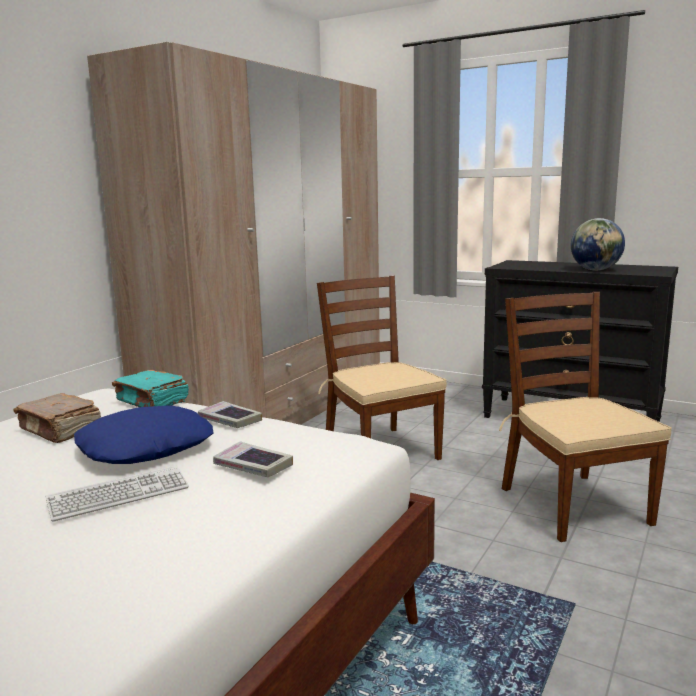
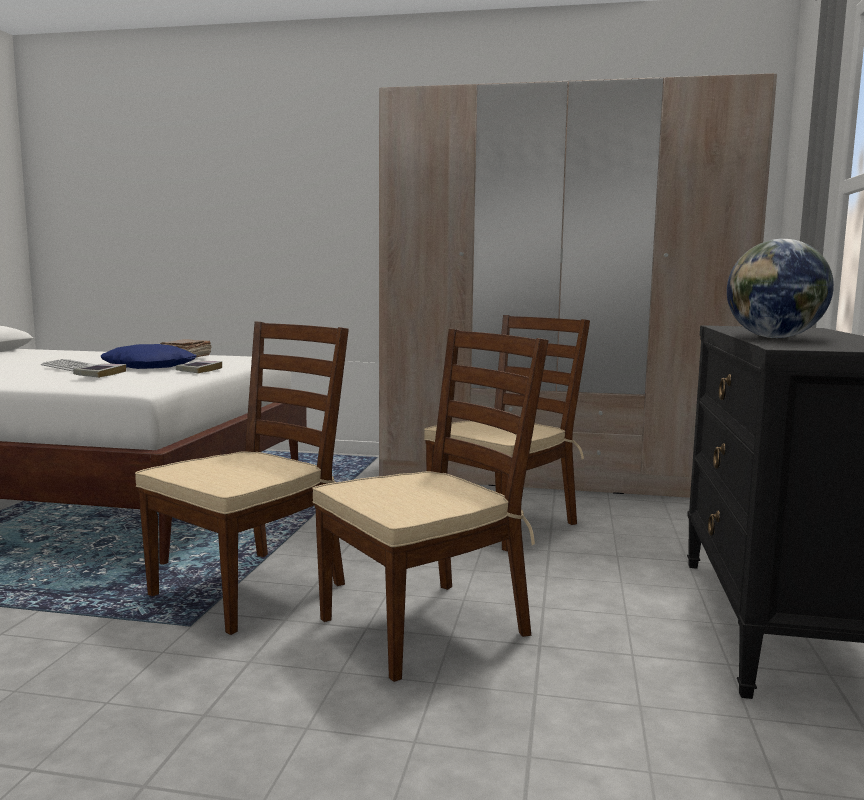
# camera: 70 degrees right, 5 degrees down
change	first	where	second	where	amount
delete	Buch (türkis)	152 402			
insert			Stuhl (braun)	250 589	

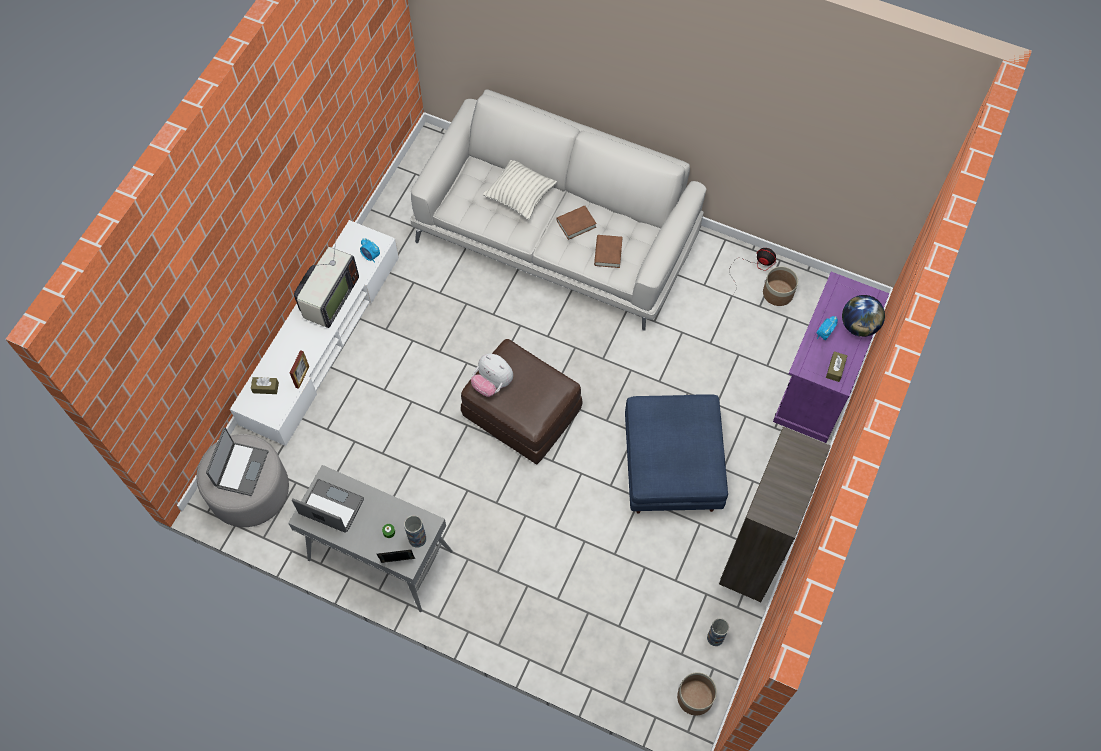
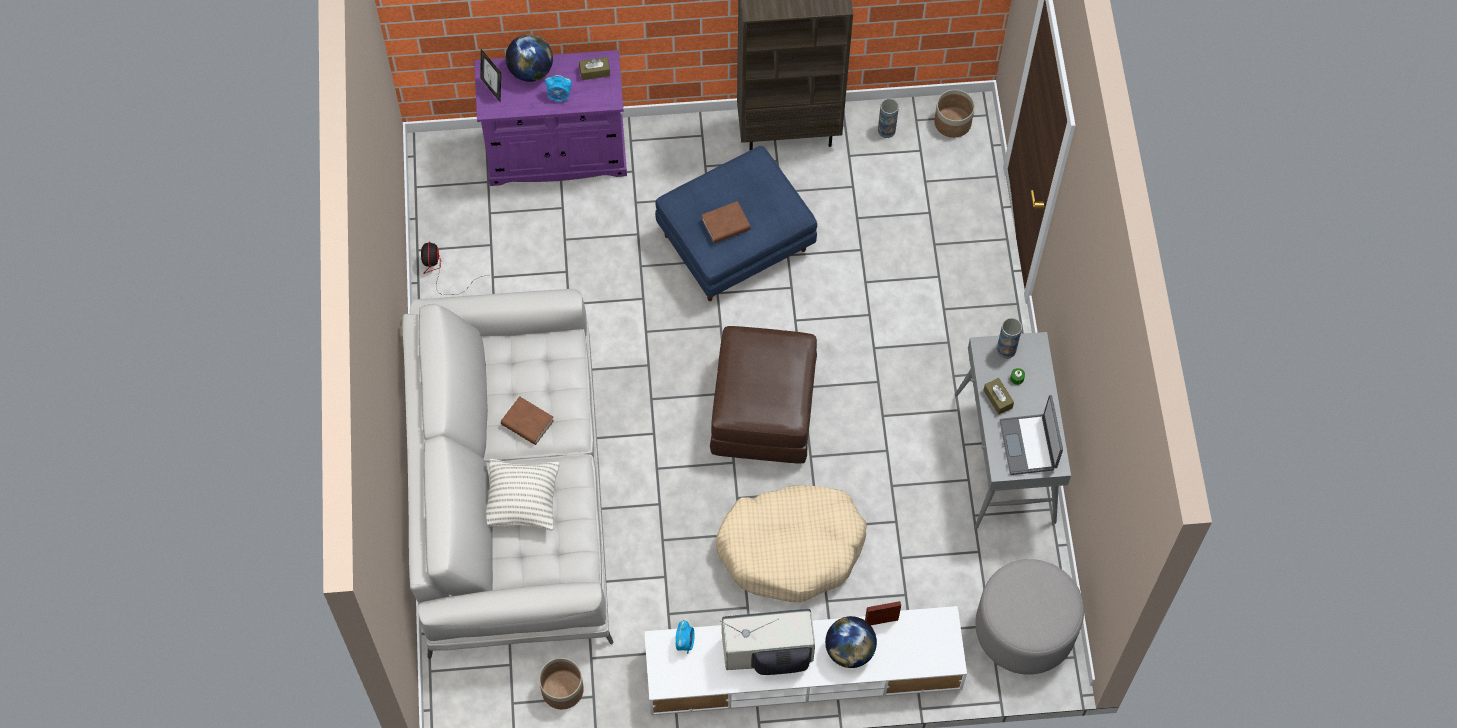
# camera: 120 degrees left, 0 degrees up
change	first	where	second	where	amount
delete	Laptop	241 469			
move	Taschentuchbox (braun)	265 388		997 399	
move	Bilderrahmen	398 563		492 88	
delete	Plüschtier	492 383			
move	Buch (braun)	608 253		725 225	
move	Pflanzkübel	778 293		562 689	
insert			Hundebett (beige)	791 548	
insert			Globus	849 650	

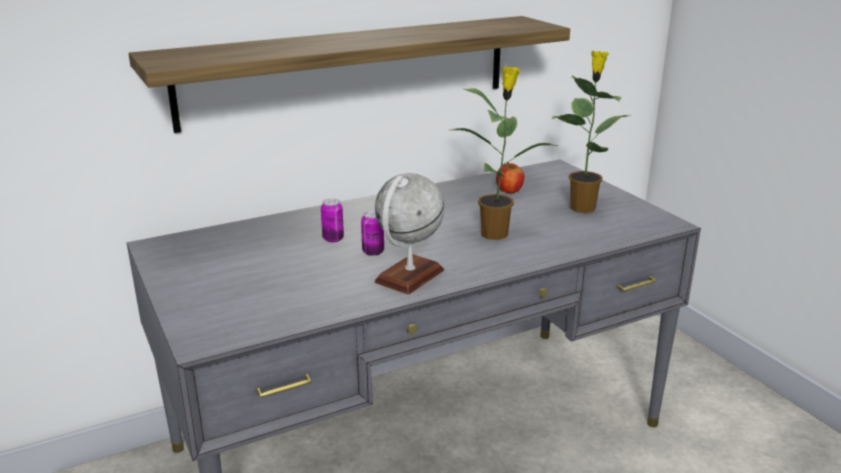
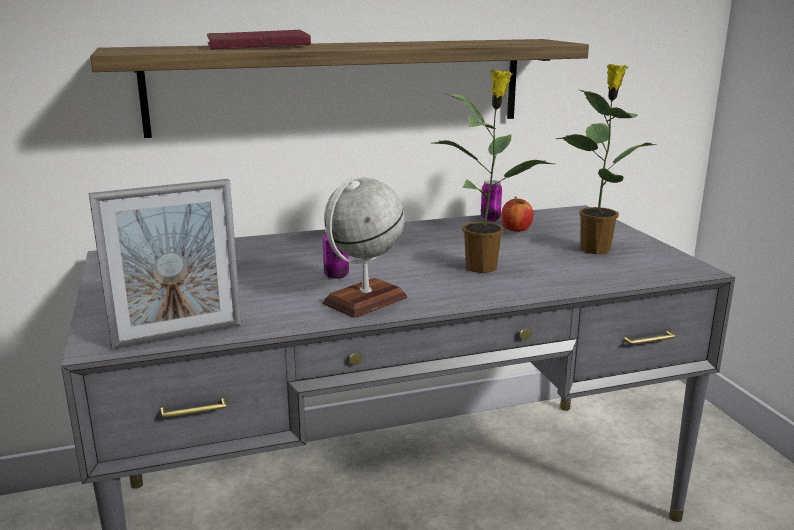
# camera: 10 degrees right, 5 degrees down
change	first	where	second	where	amount
move	Dose	333 239		490 219	
insert			Bilderrahmen	178 336	
insert			Buch (rot)	258 46	

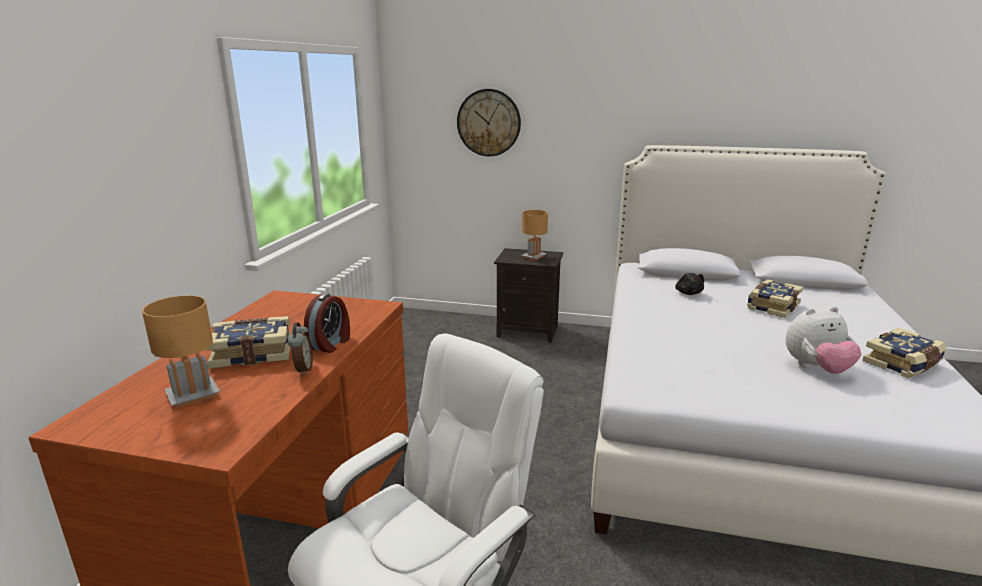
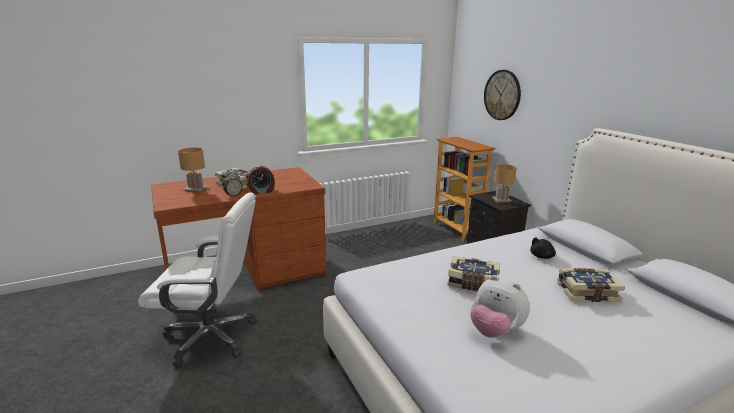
# camera: 50 degrees right, 0 degrees up
change	first	where	second	where	amount
move	Buch	903 364		472 283	
insert			Bücherregal	457 230	

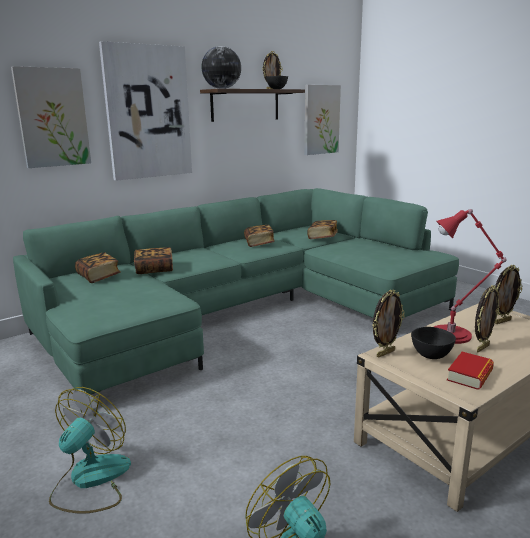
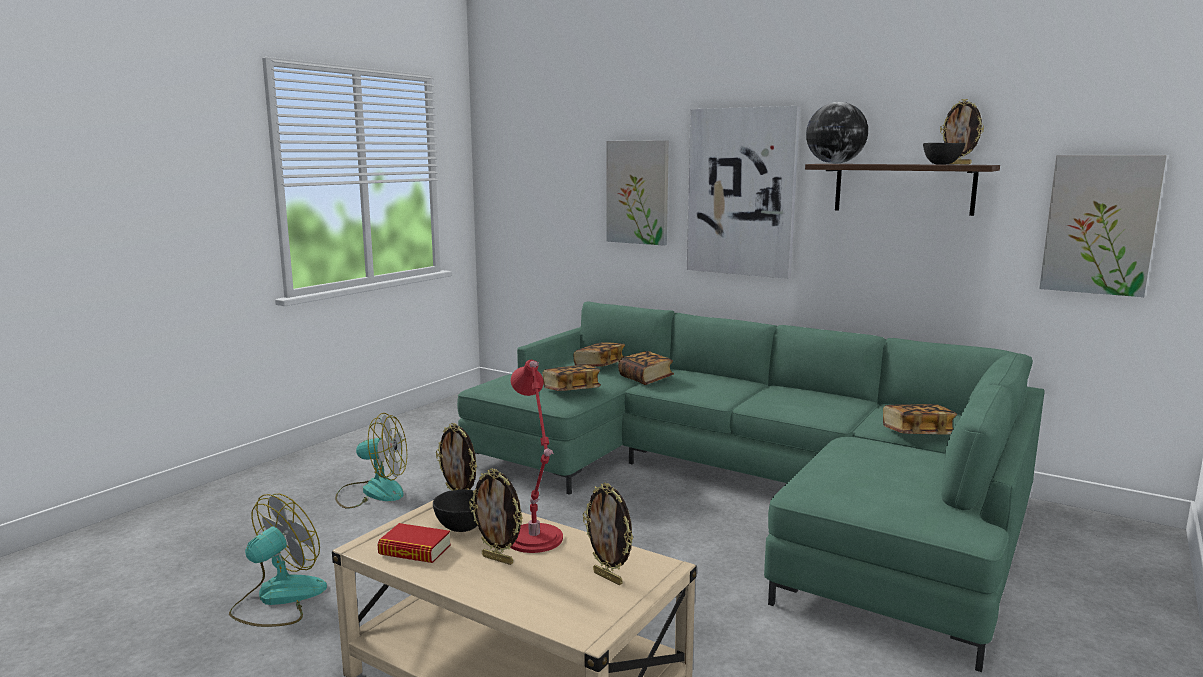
# camera: 70 degrees right, 5 degrees down
change	first	where	second	where	amount
move	Buch	259 243		571 390	

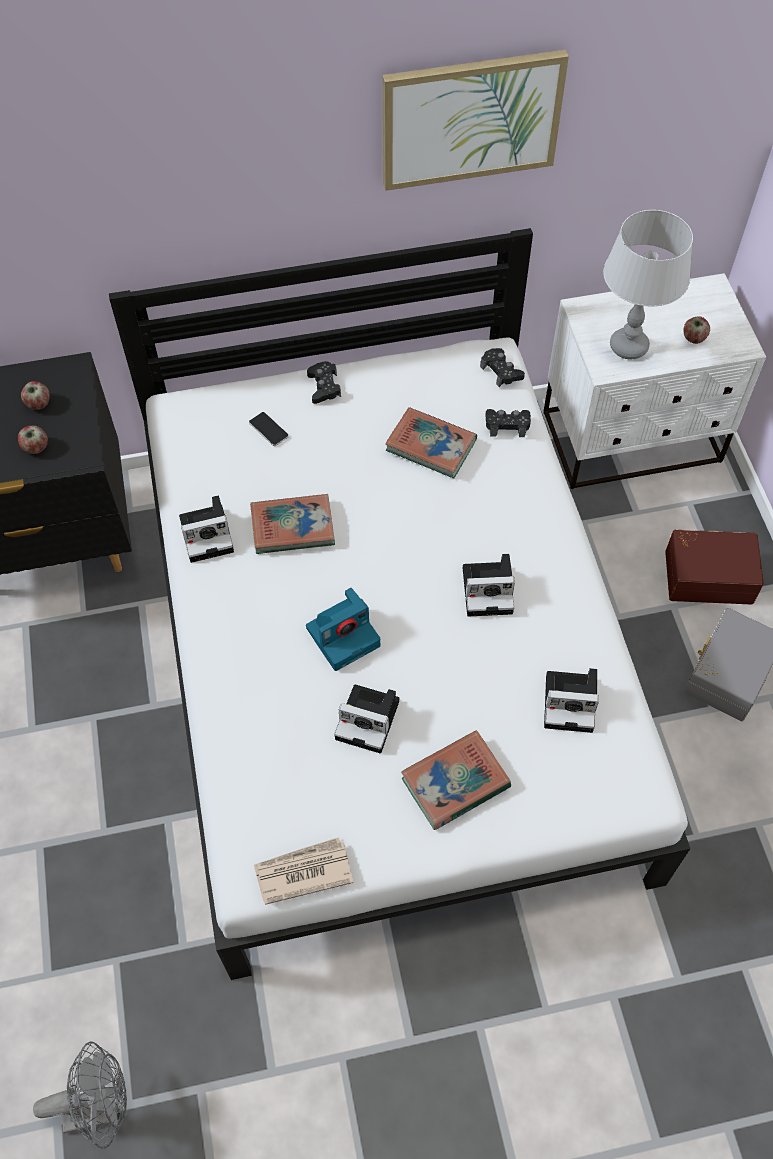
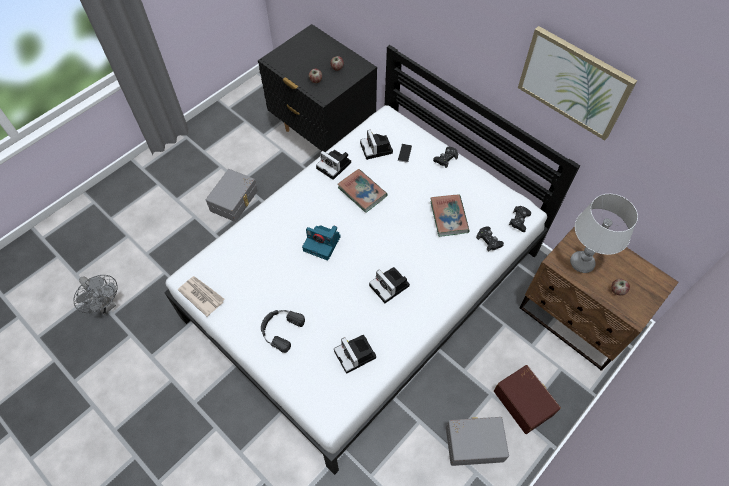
# camera: 55 degrees right, 0 degrees up
change	first	where	second	where	amount
move	Kamera	370 720		377 149	
replace	Buch	455 783	Kopfhörer (schwarz)	280 329	
recolor	Nachttisch (weiß)	633 438	Nachttisch (braun)	575 319	
insert			Aufbewahrungsbox (grau)	235 201	

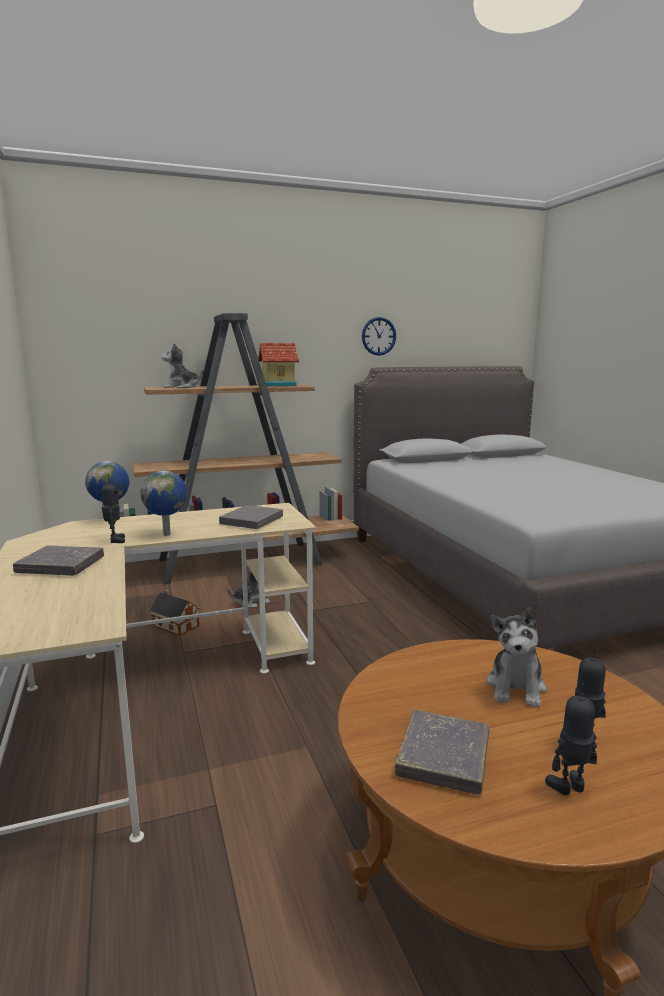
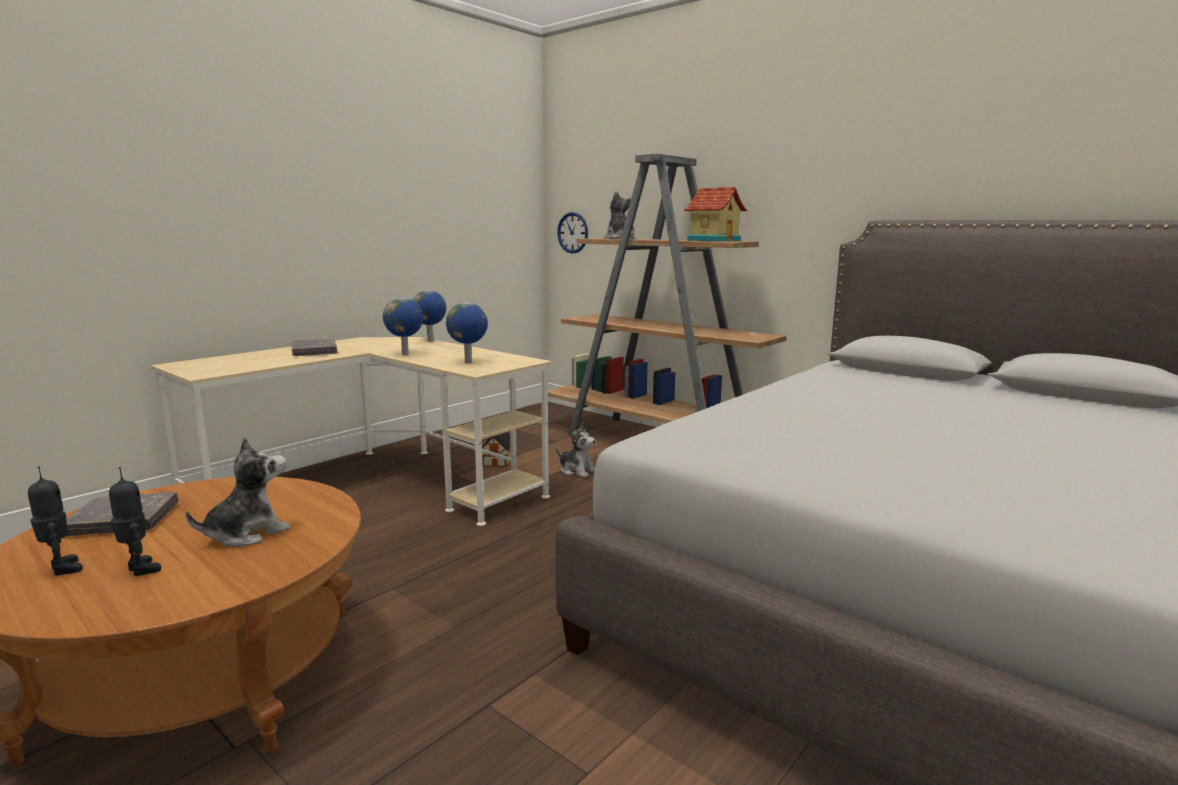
# camera: 60 degrees right, 0 degrees up
change	first	where	second	where	amount
delete	Spielzeugroboter	115 540			
replace	Buch (grau)	252 521	Globus	468 362	
move	Wanduhr	378 336		572 232	
rotate	Plüschtier	516 687		247 533	150 degrees clockwise

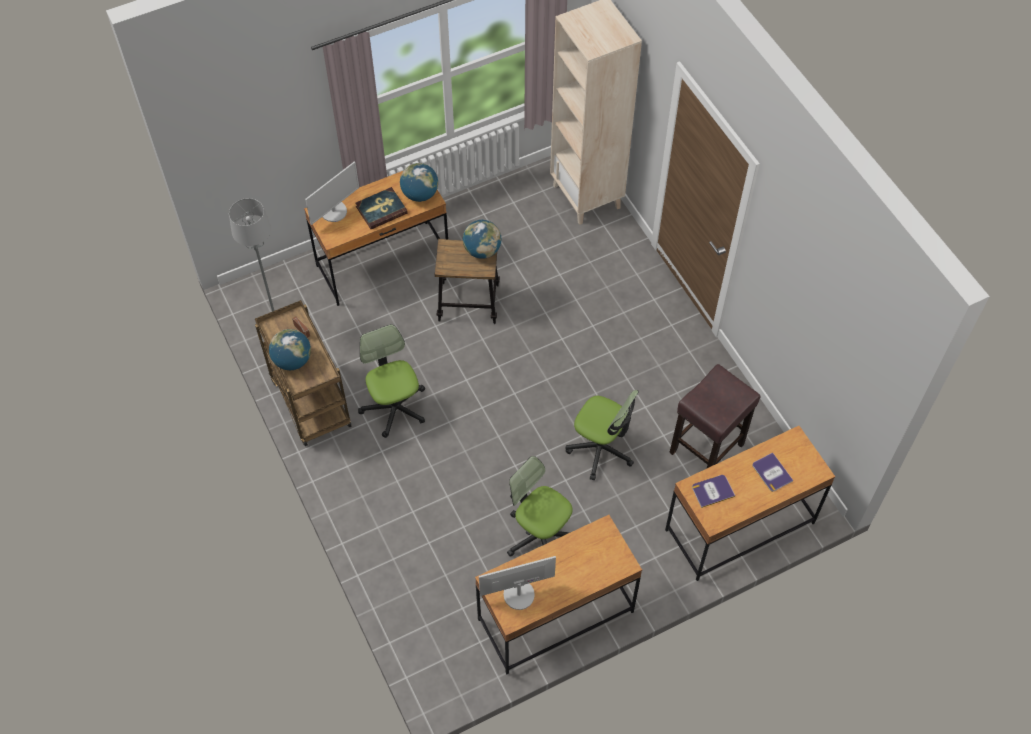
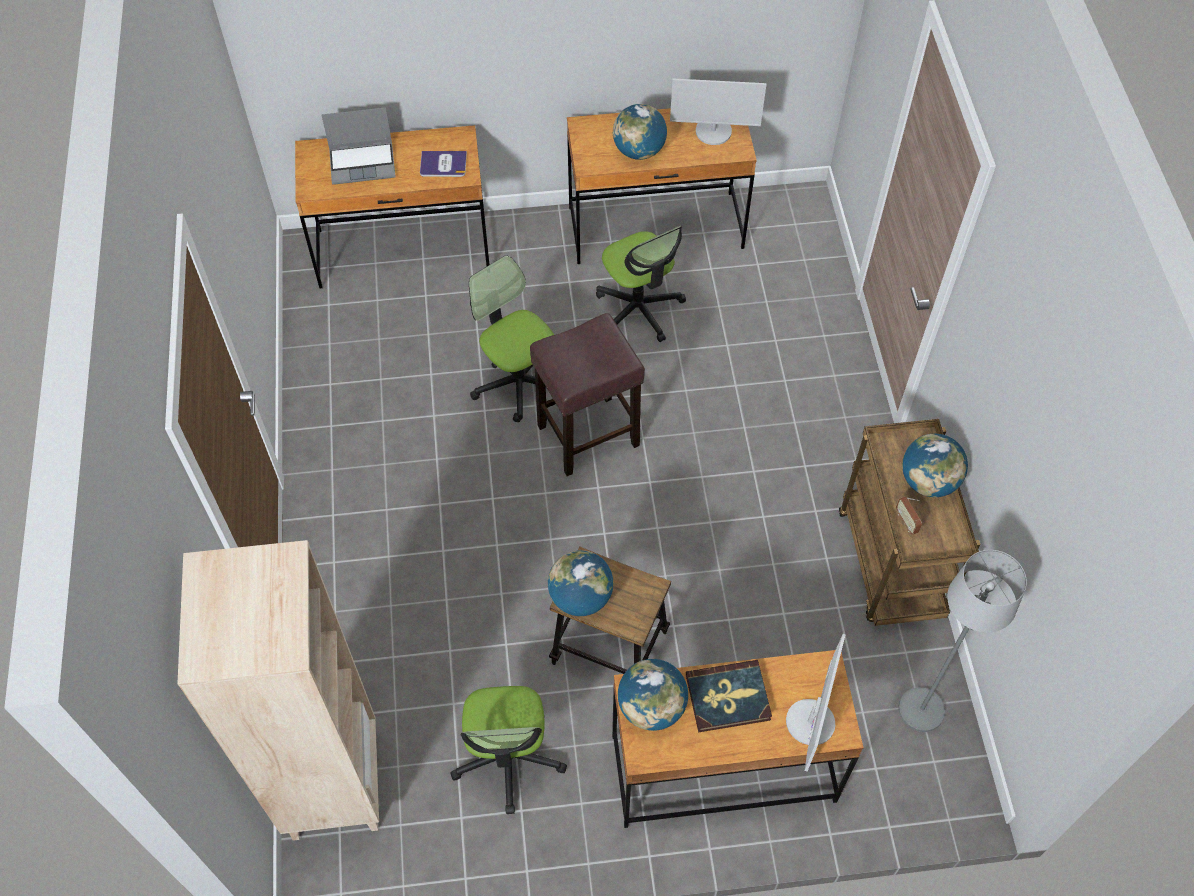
# camera: 160 degrees left, 0 degrees up
change	first	where	second	where	amount
rotate	Monitor	334 211		811 722	135 degrees clockwise
move	Bürostuhl	394 407		508 759	
move	Hocker (braun)	707 447		586 436	
replace	Buch	771 472	Laptop	363 163	
insert			Globus	639 151	

